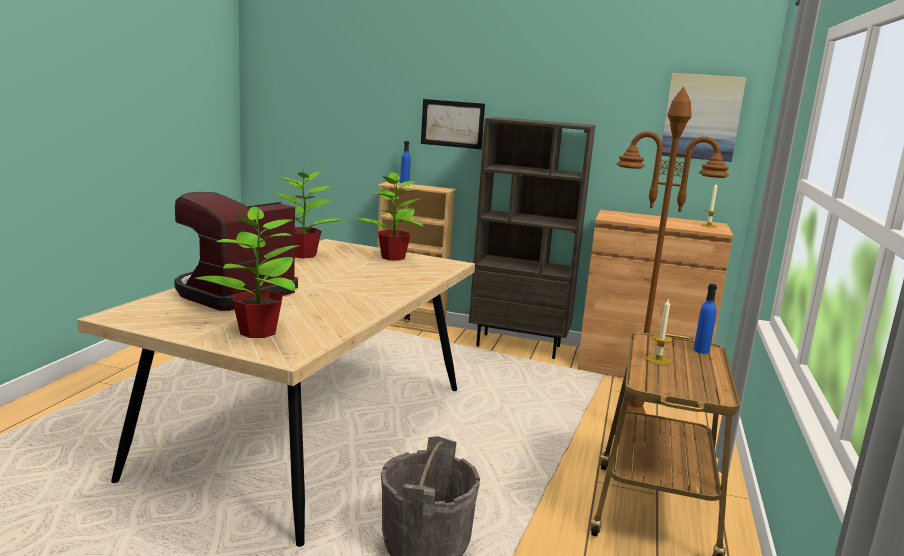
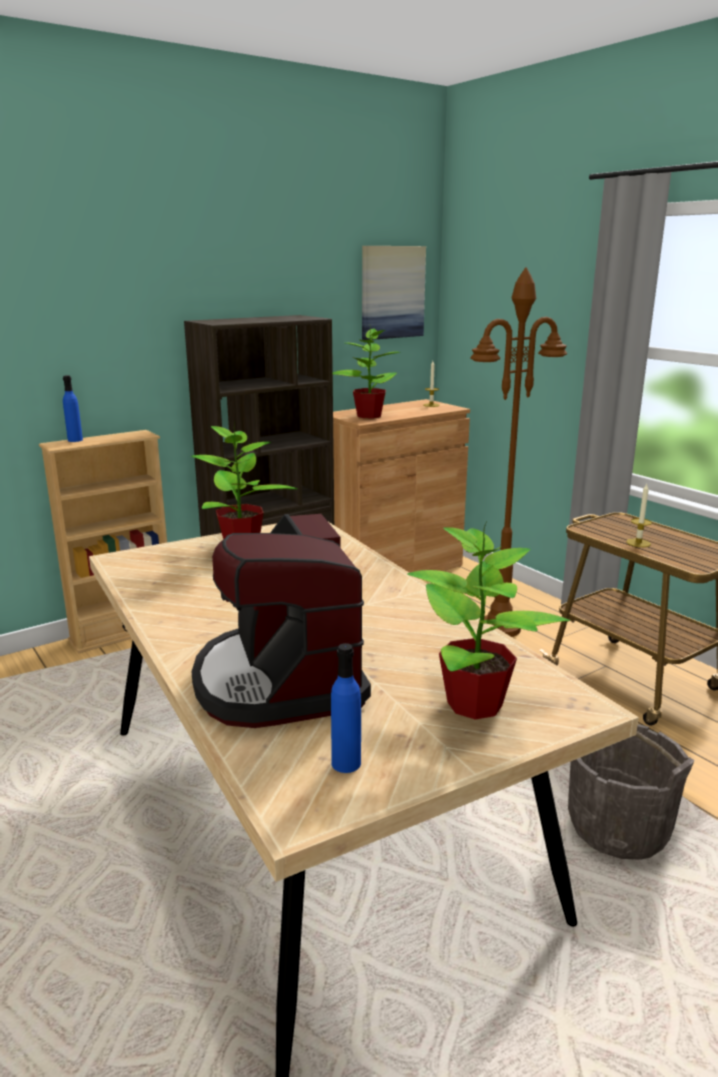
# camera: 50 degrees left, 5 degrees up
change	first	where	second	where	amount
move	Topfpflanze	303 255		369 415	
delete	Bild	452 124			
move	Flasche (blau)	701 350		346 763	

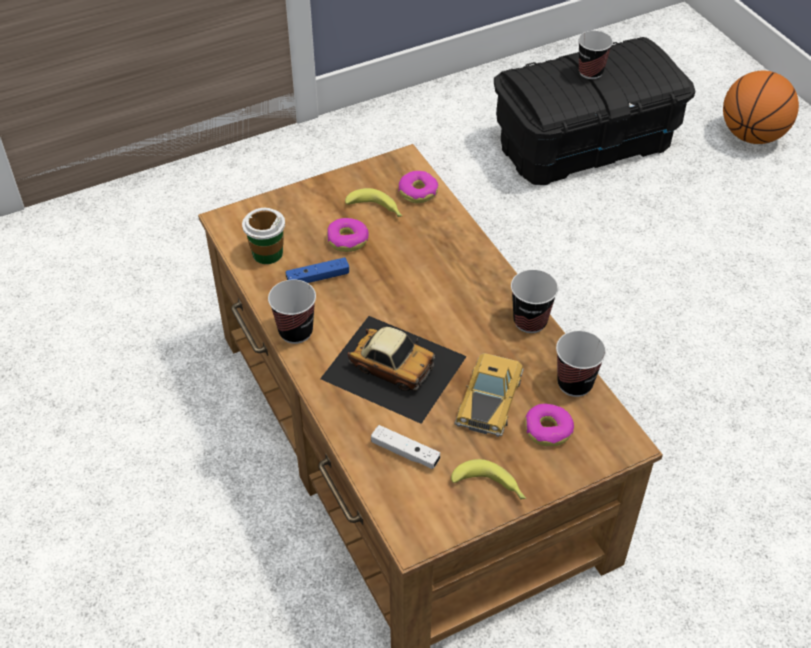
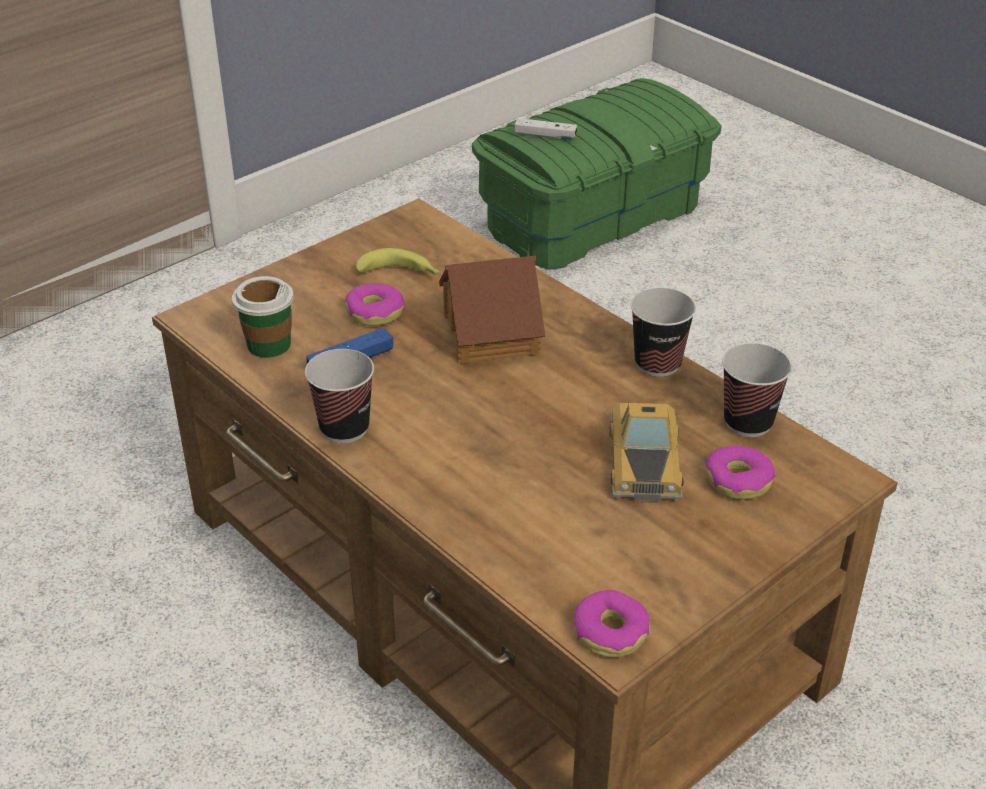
# camera: 15 degrees left, 10 degrees down
change	first	where	second	where	amount
delete	Spielzeugauto	393 366			
move	Gamepad (weiß)	405 452		545 136	
move	Donut	418 192		610 632	
delete	Banane	490 487			
recolor	Aufbewahrungsbox (schwarz)	585 144	Aufbewahrungsbox (grün)	594 217	
delete	Tasse	590 72			
delete	Basketball	752 136			
insert			Spielzeughaus	492 333	

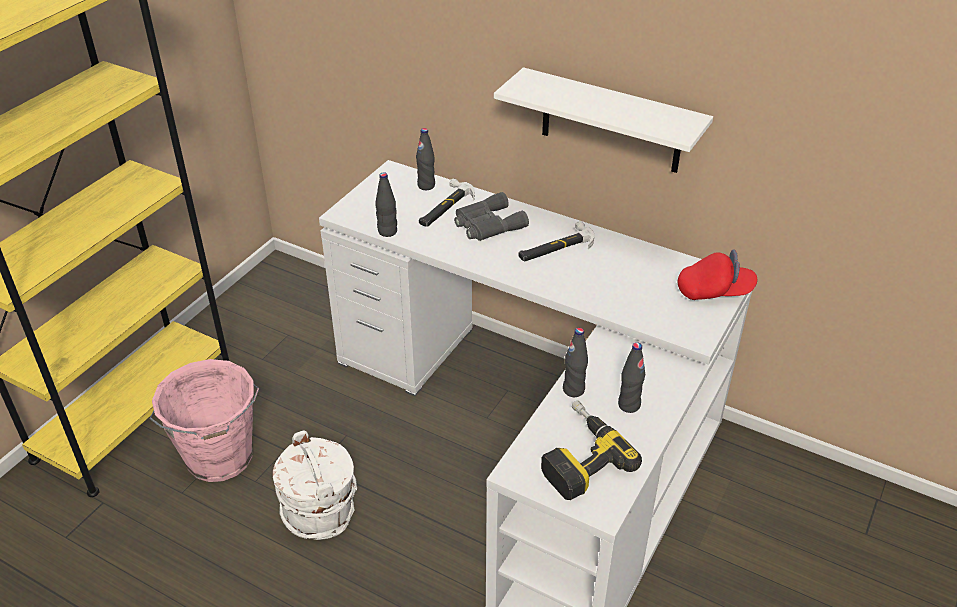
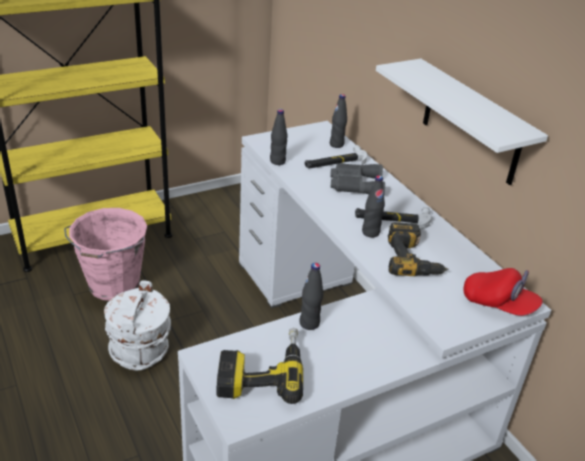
# camera: 30 degrees right, 5 degrees down
change	first	where	second	where	amount
move	Flasche (schwarz)	629 405		370 232	
insert			Bohrmaschine	414 259	

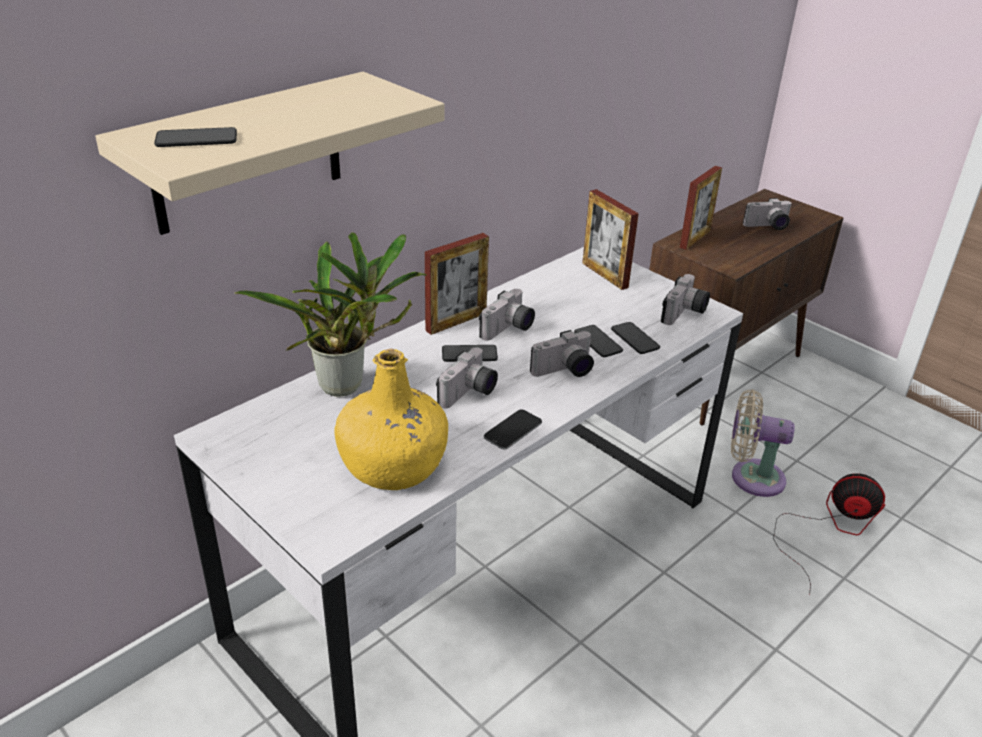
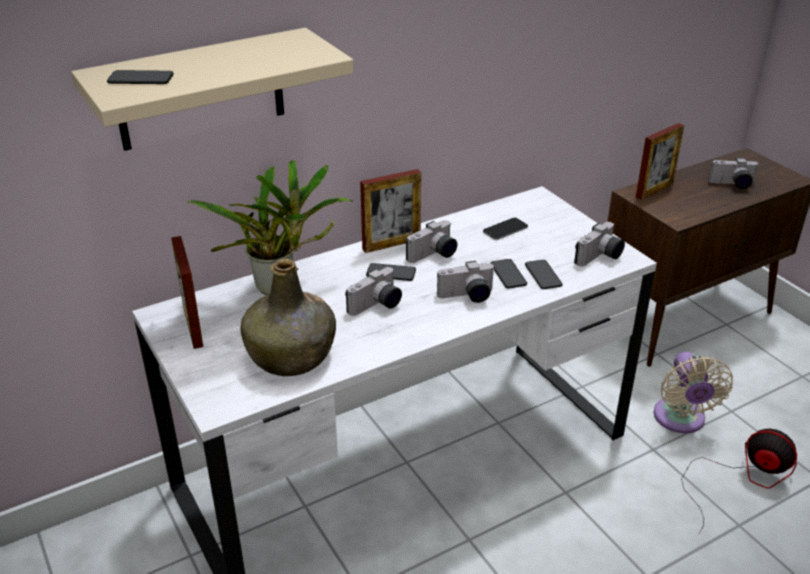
# camera: 15 degrees right, 0 degrees up
change	first	where	second	where	amount
recolor	Flasche (gelb)	394 464	Flasche (grün)	292 355	
move	Handy	513 430		505 230	
move	Bilderrahmen	604 275		193 327	
rotate	Ventilator (beige)	751 477		680 420	120 degrees counterclockwise

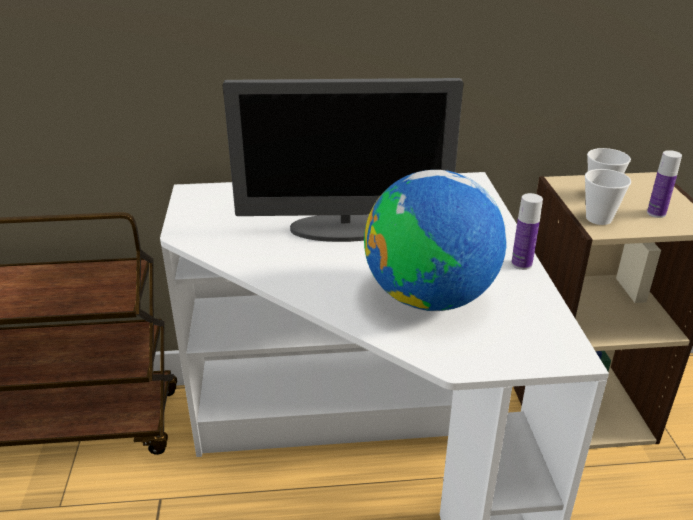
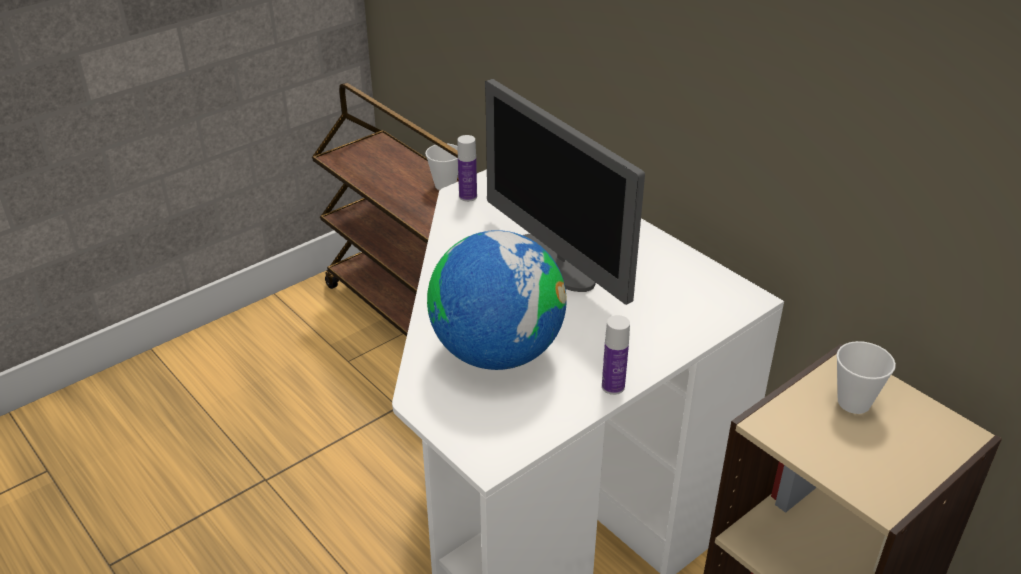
# camera: 55 degrees right, 5 degrees up
change	first	where	second	where	amount
move	Tasse	598 218		445 185	
move	Flasche	656 213		468 196	

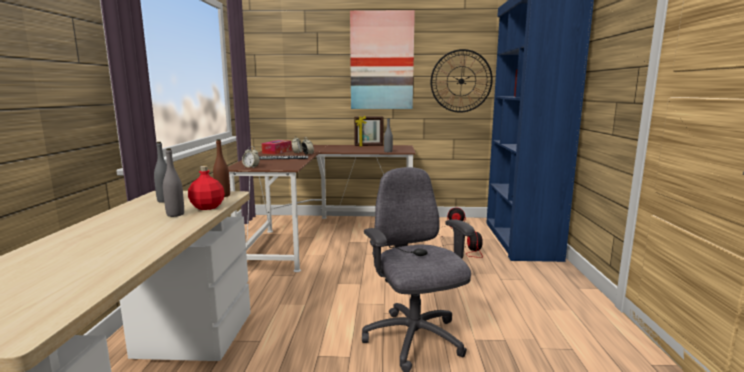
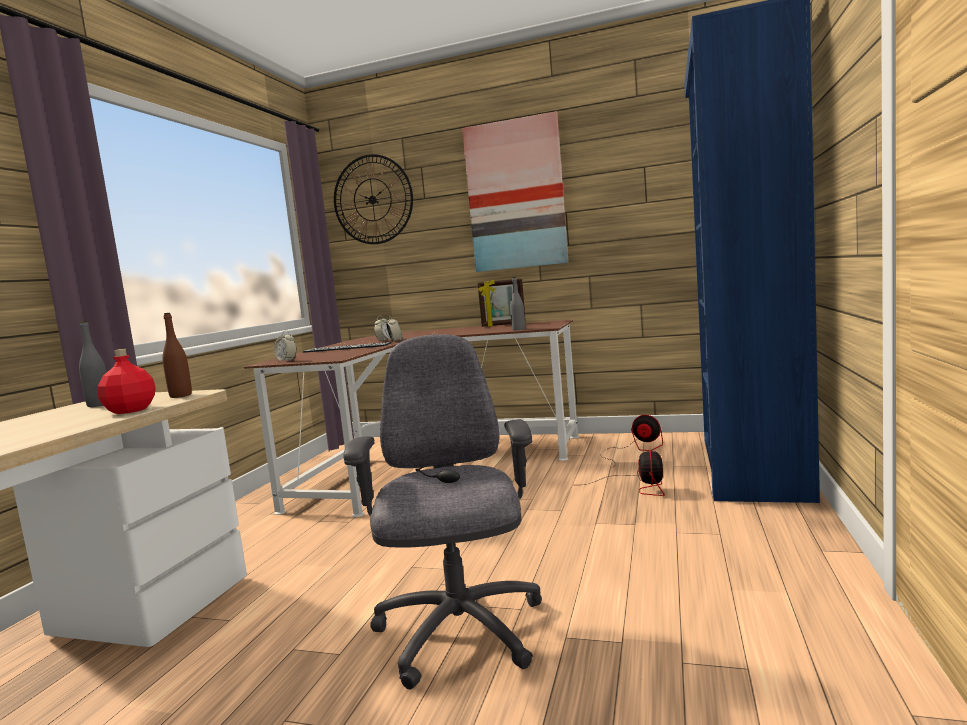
# camera: 15 degrees right, 5 degrees down
change	first	where	second	where	amount
delete	Flasche (grau)	175 214			
delete	Taschentuchbox	277 151			
move	Wanduhr	461 81		372 199	

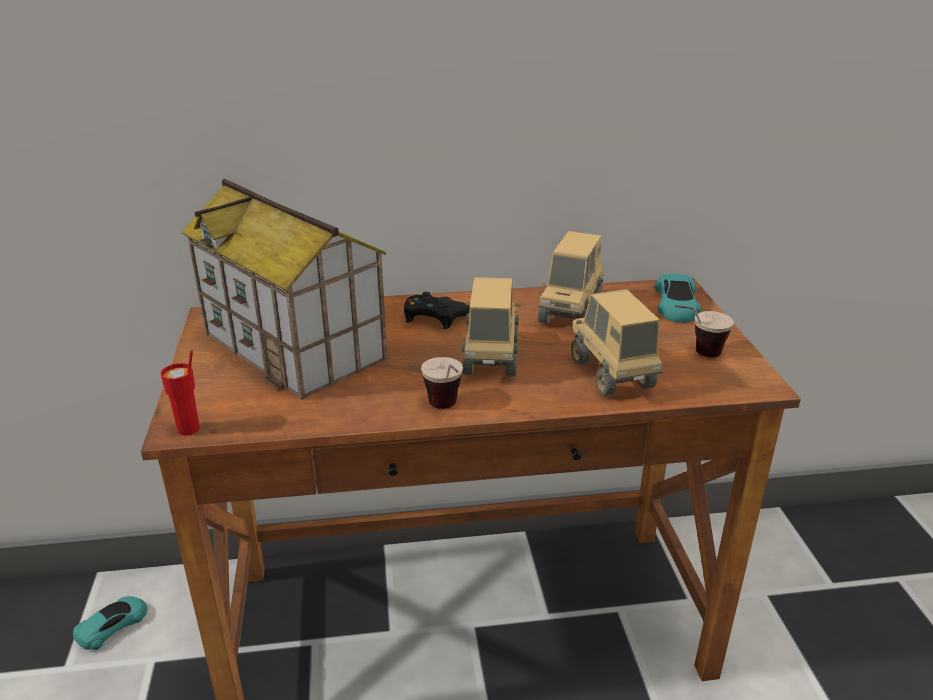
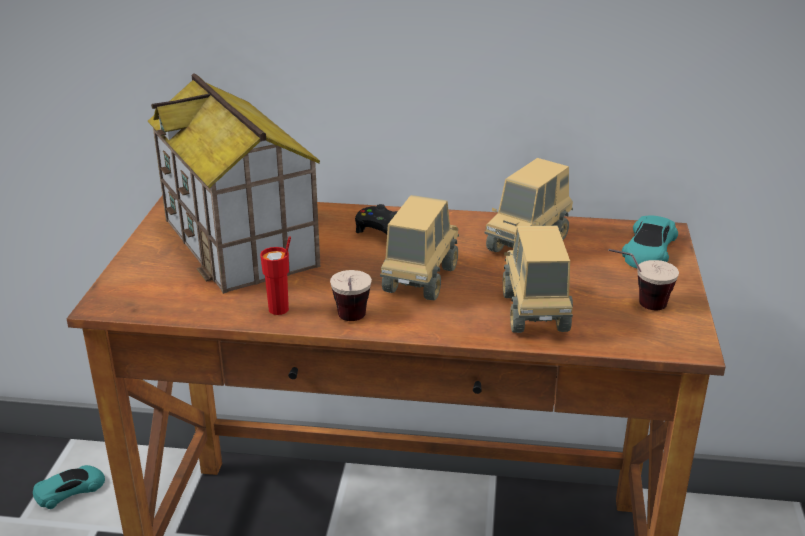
# camera: 15 degrees right, 0 degrees up
change	first	where	second	where	amount
move	Tasse (rot)	189 429		279 309	

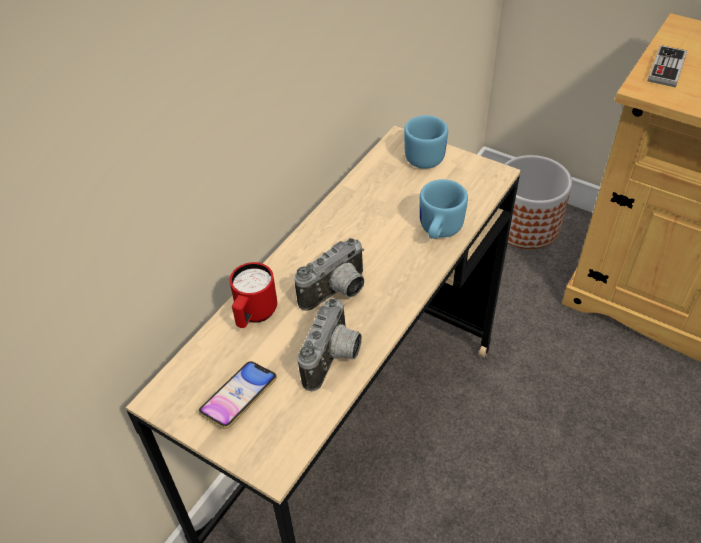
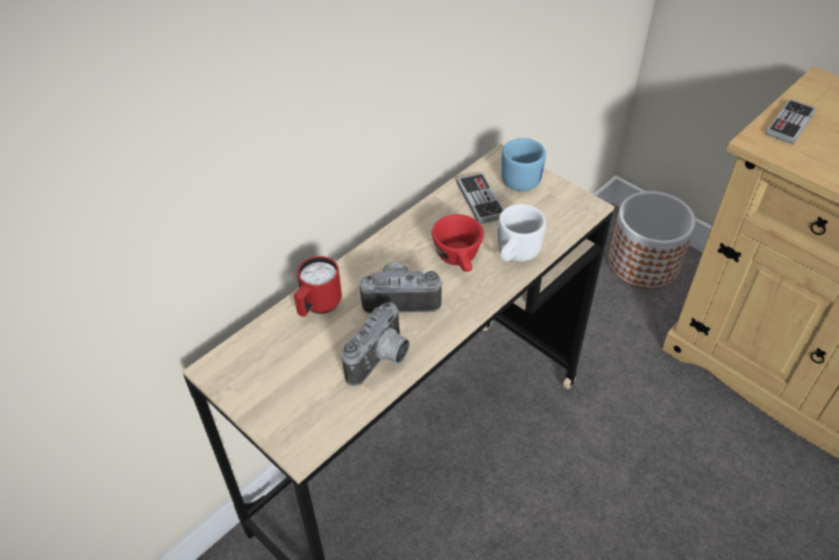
# camera: 10 degrees right, 0 degrees up
change	first	where	second	where	amount
delete	Handy	239 397			
rotate	Kamera	337 293		401 298	150 degrees counterclockwise
recolor	Henkelbecher (blau)	438 231	Henkelbecher (weiß)	514 254	
insert			Tasse (rot)	459 260	
insert			Gamepad	480 200	

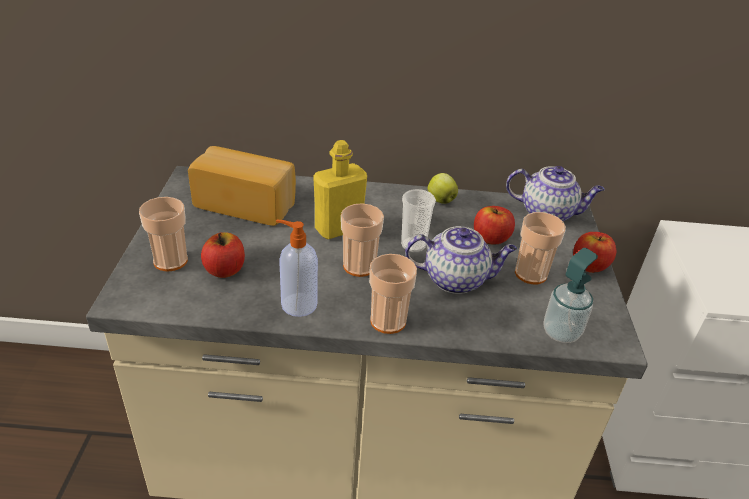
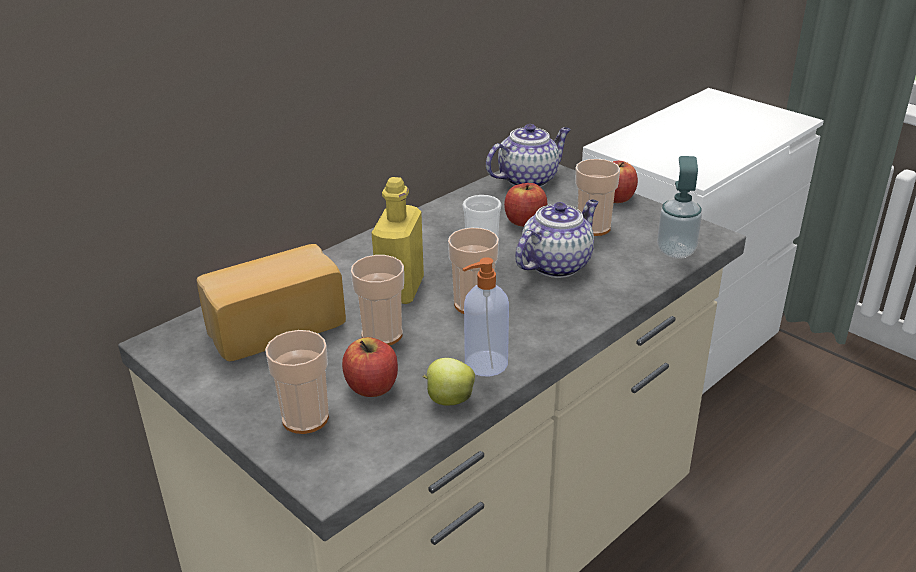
# camera: 45 degrees left, 5 degrees down
change	first	where	second	where	amount
move	Tasse	388 321		382 335	
move	Apfel	440 200		448 400	

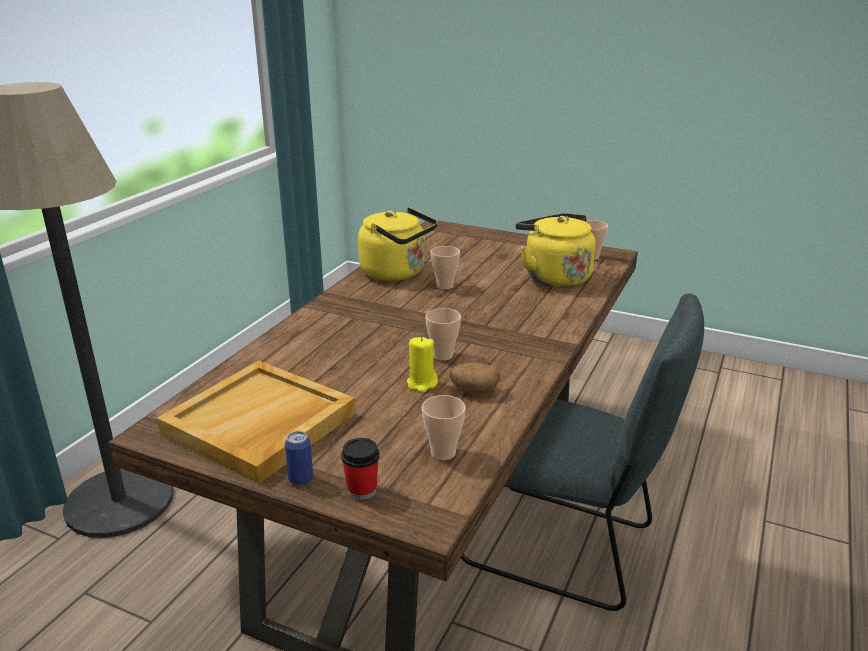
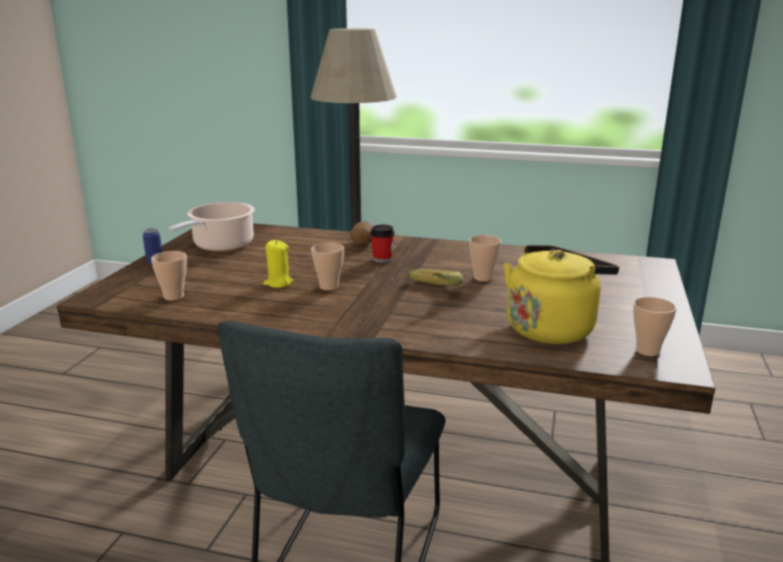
# camera: 80 degrees right, 5 degrees down
change	first	where	second	where	amount
replace	Tablett (beige)	259 424	Kochtopf	221 245	
move	Tasse	362 490		382 259	
delete	Wasserkessel (gelb)	397 273			
move	Kartoffel	474 390		363 243	
insert			Banane	430 292	

